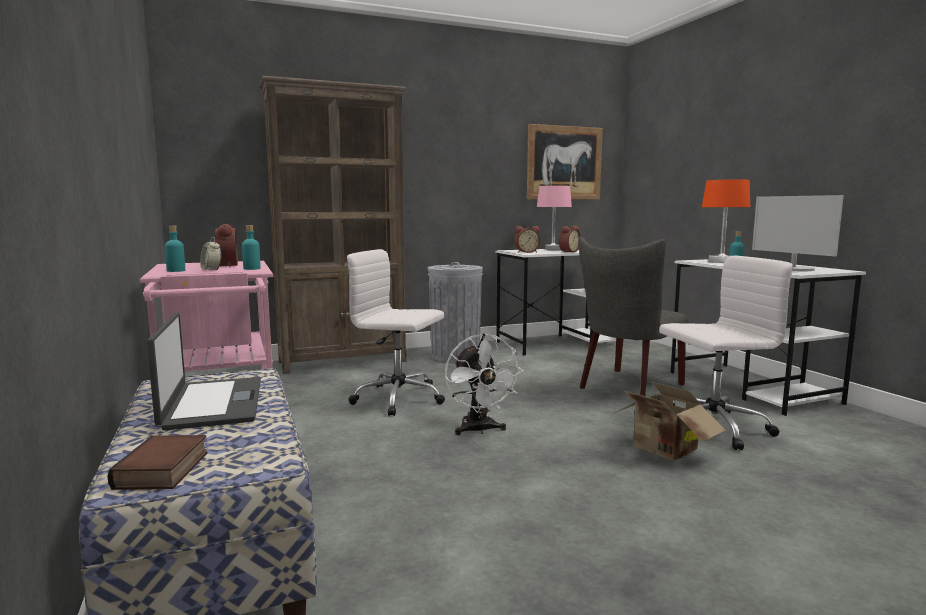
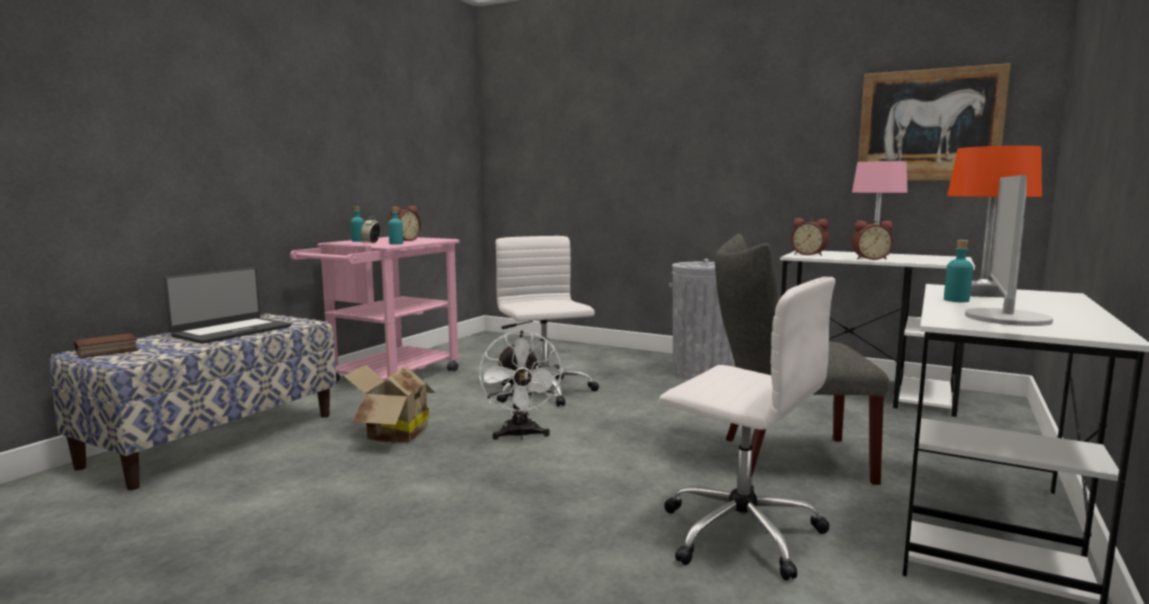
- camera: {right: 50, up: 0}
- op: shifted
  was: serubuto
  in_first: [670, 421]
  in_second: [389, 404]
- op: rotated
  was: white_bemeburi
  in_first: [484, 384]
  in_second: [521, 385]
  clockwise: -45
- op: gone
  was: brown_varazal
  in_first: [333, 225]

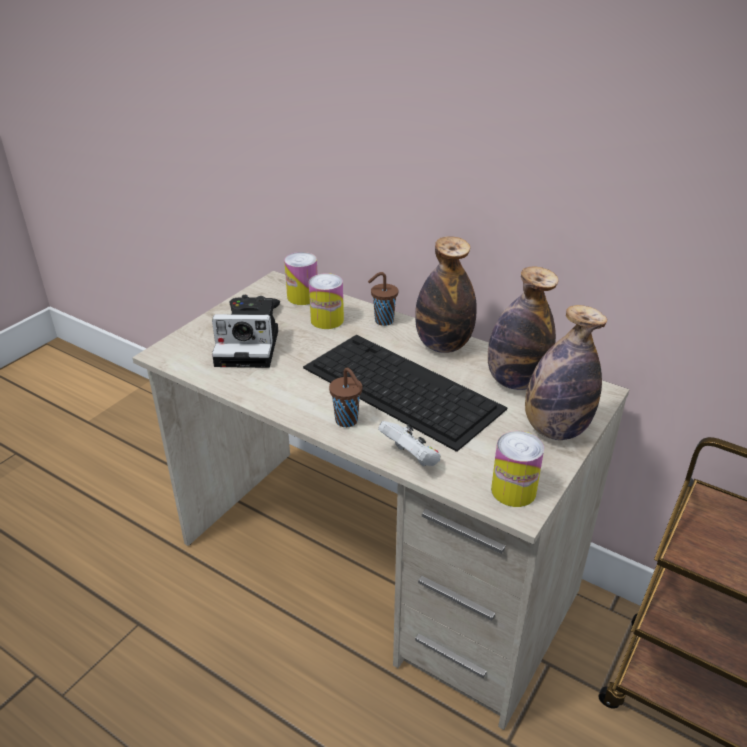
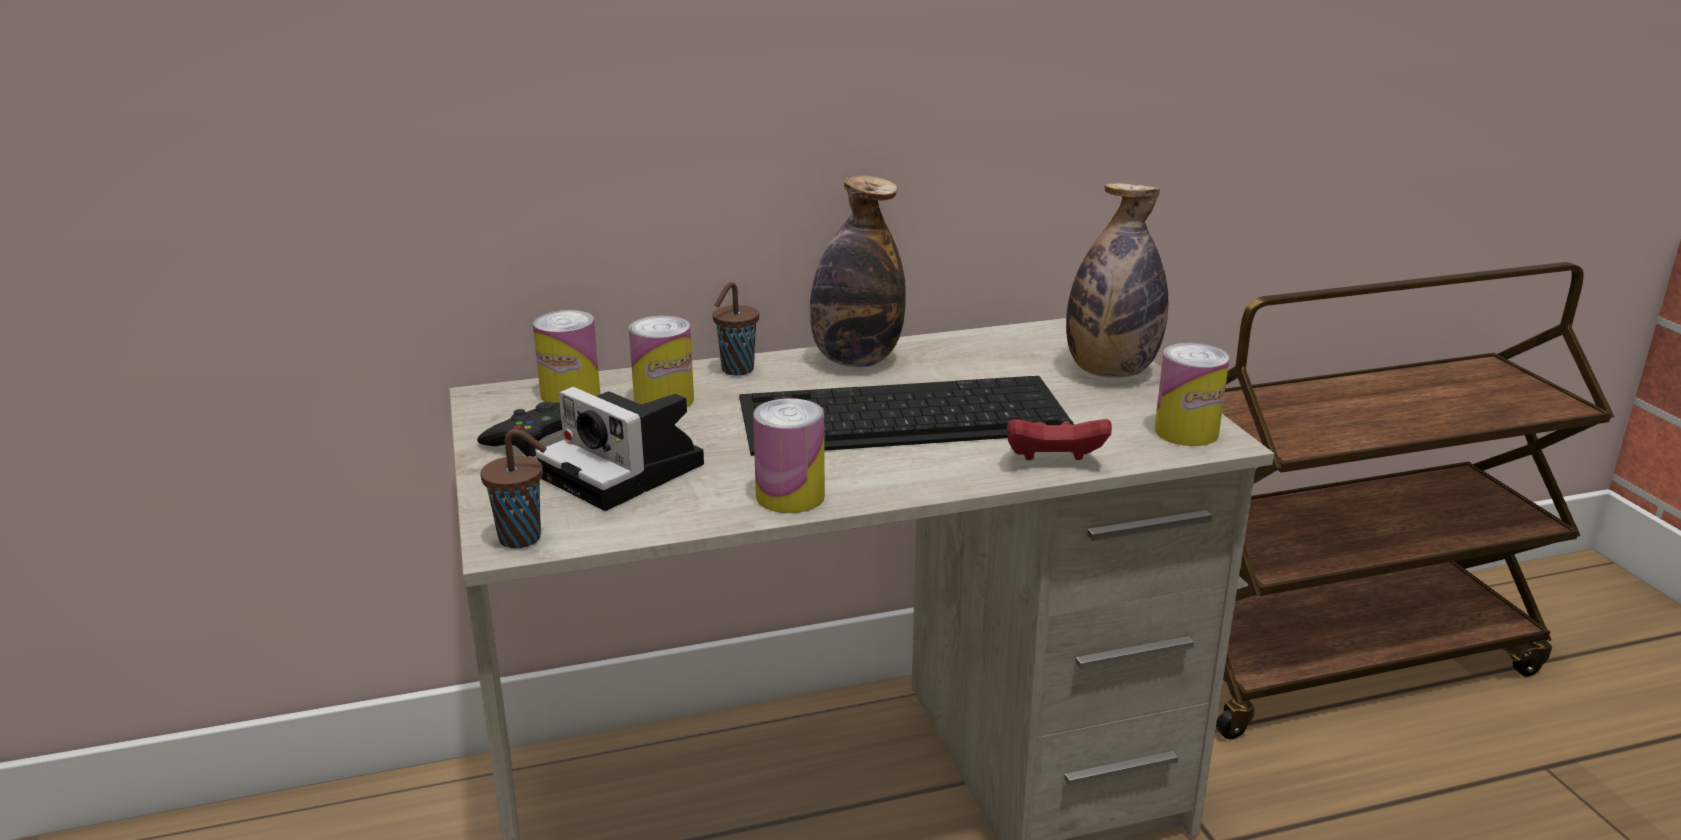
- camera: {right: -50, up: -10}
- op: shifted
  was: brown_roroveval
  in_first: [345, 397]
  in_second: [513, 488]
- op: rotated
  was: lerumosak
  in_first: [245, 334]
  in_second: [620, 449]
  clockwise: 90
- op: new
  now: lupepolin
  in_second: [789, 455]
- op: repainted
  was: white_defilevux
  now: red_defilevux
  in_first: [409, 444]
  in_second: [1059, 439]
- op: gone
  was: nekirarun
  in_first: [523, 328]

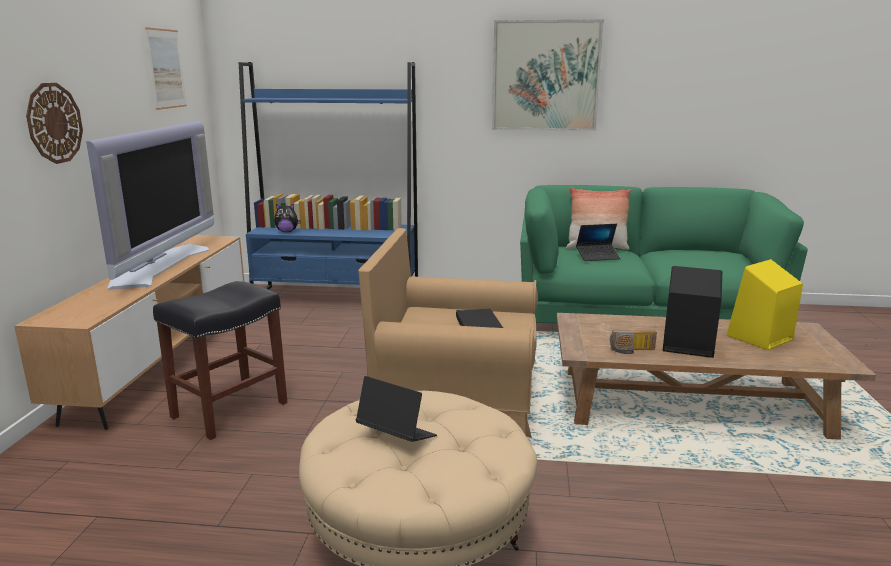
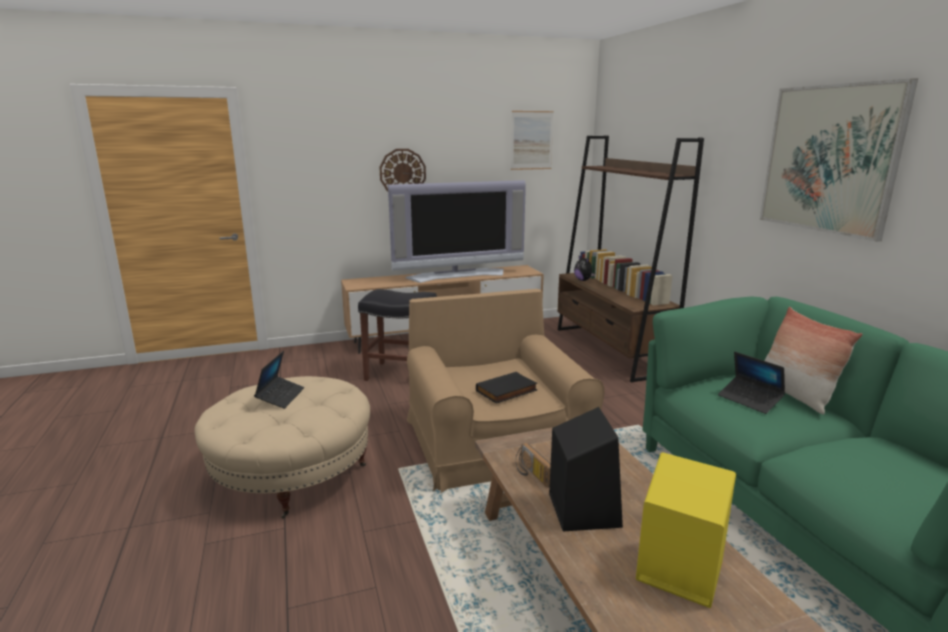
- camera: {right: 65, up: 0}
- op: repainted
  was: blue_varazal
  now: brown_varazal
  in_first: [328, 176]
  in_second: [630, 258]

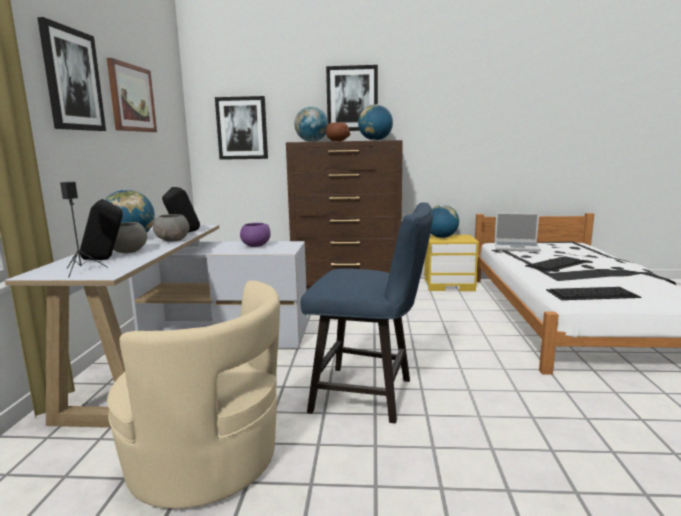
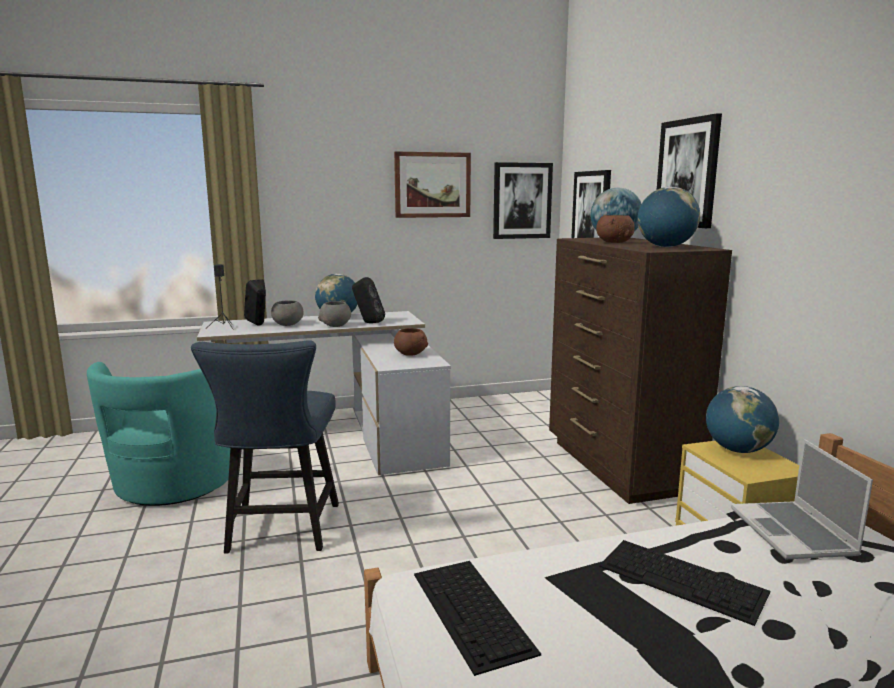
- camera: {right: 70, up: 0}
- op: repainted
  was: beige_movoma
  now: turquoise_movoma
  in_first: [193, 395]
  in_second: [158, 434]
- op: repainted
  was: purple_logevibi
  now: brown_logevibi
  in_first: [255, 235]
  in_second: [411, 342]
- op: shifted
  was: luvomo
  in_first: [71, 74]
  in_second: [523, 200]

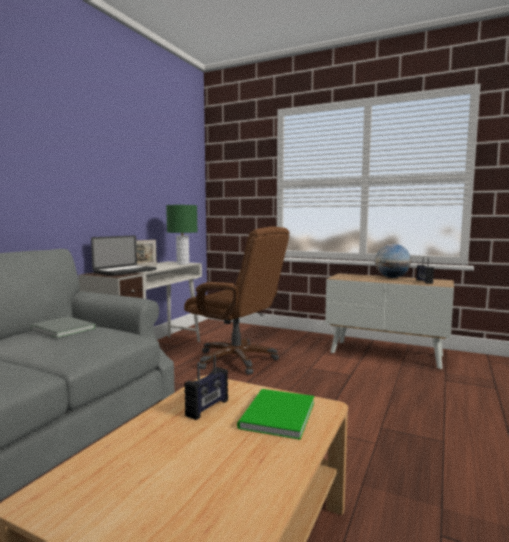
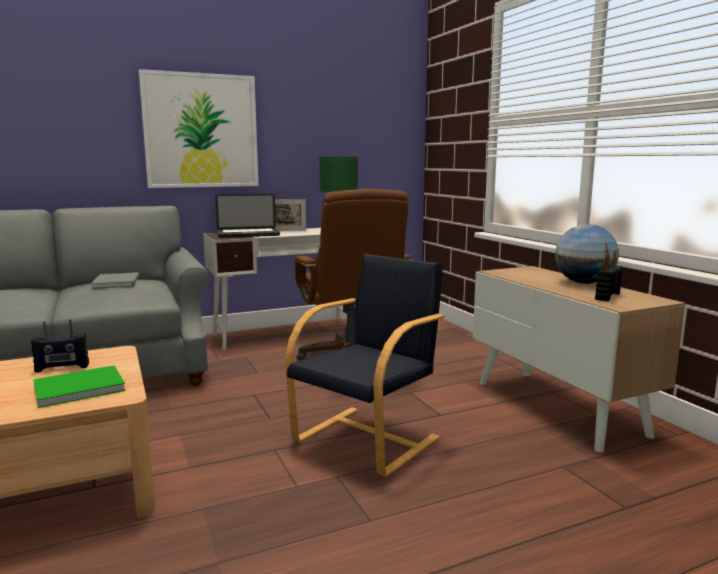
- camera: {right: 40, up: 5}
- op: new
  now: luvomo
  in_second: [198, 128]
- op: new
  now: black_movoma
  in_second: [365, 365]

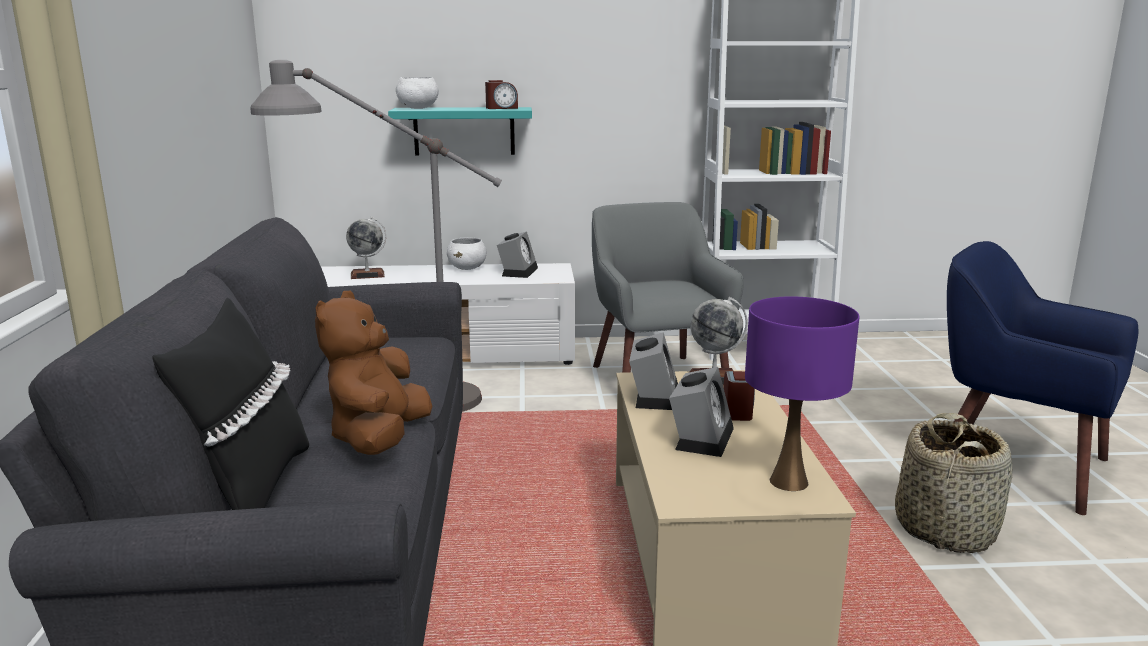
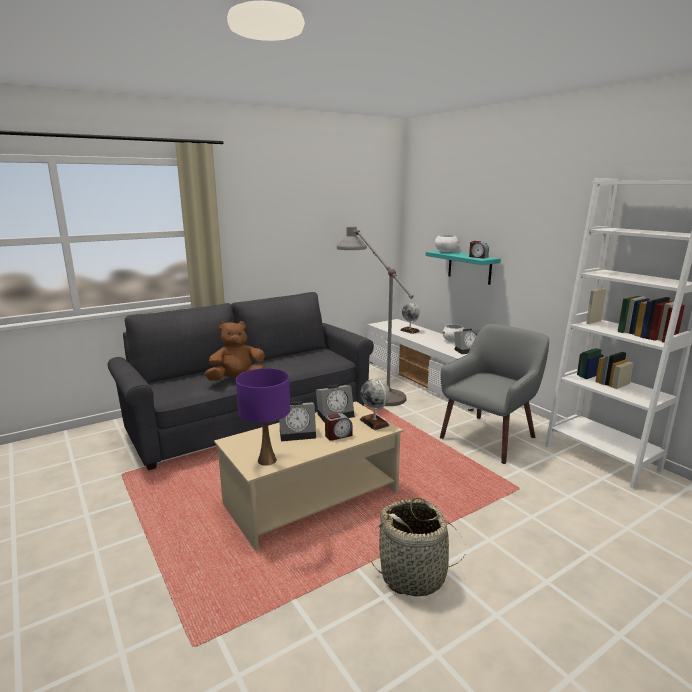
- camera: {right: 60, up: 0}
- op: gone
  was: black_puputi
  in_first: [231, 404]
- op: gone
  was: blue_movoma
  in_first: [1042, 378]

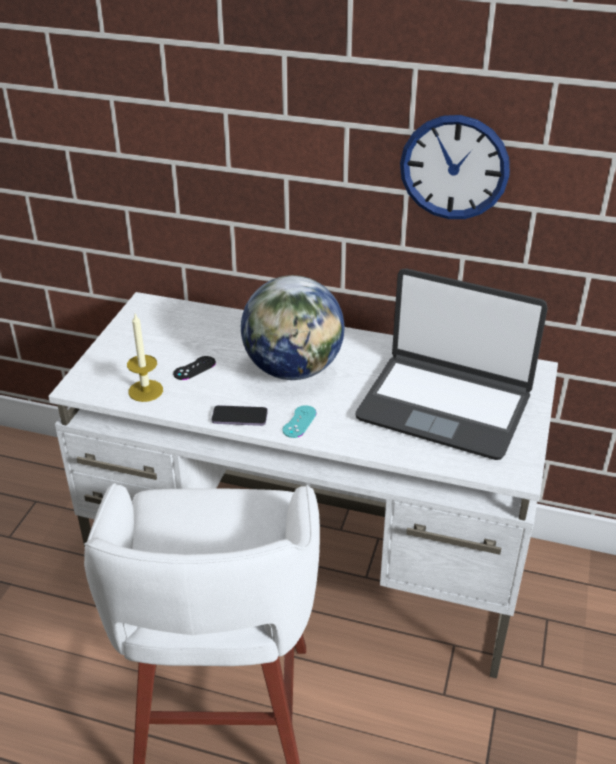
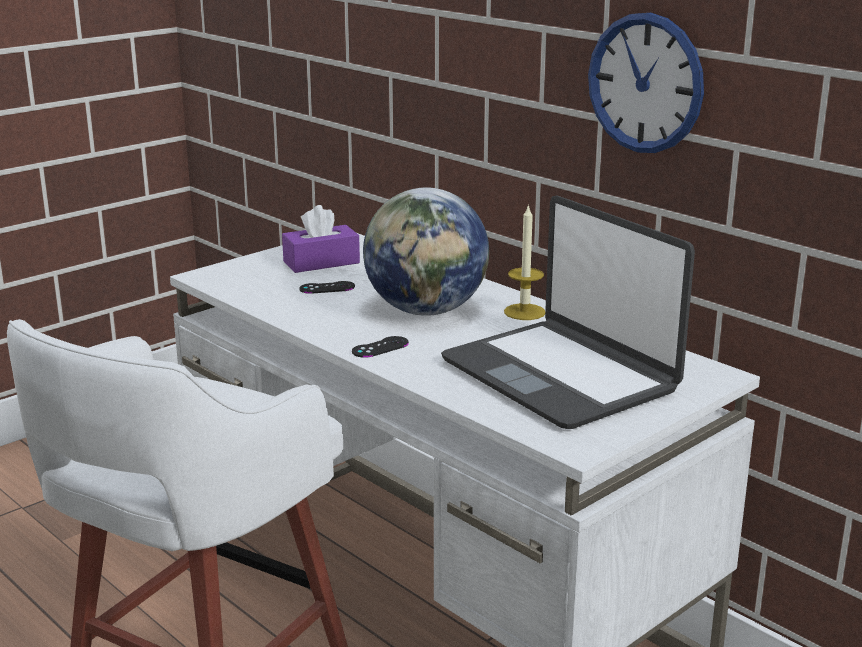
- camera: {right: 30, up: -15}
- op: new
  now: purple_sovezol
  in_second: [321, 239]
- op: repainted
  was: turquoise_defilevux
  now: black_defilevux
  in_first: [300, 421]
  in_second: [380, 347]
- op: shifted
  was: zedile
  in_first: [145, 358]
  in_second: [524, 262]
- op: gone
  was: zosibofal
  in_first: [239, 415]

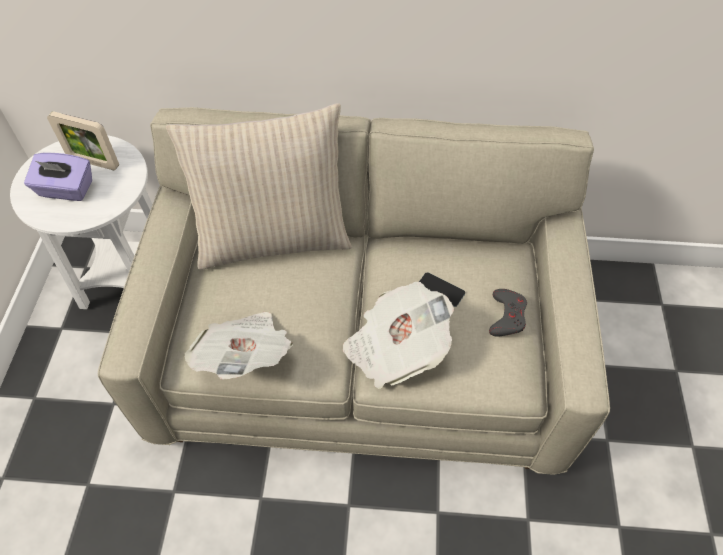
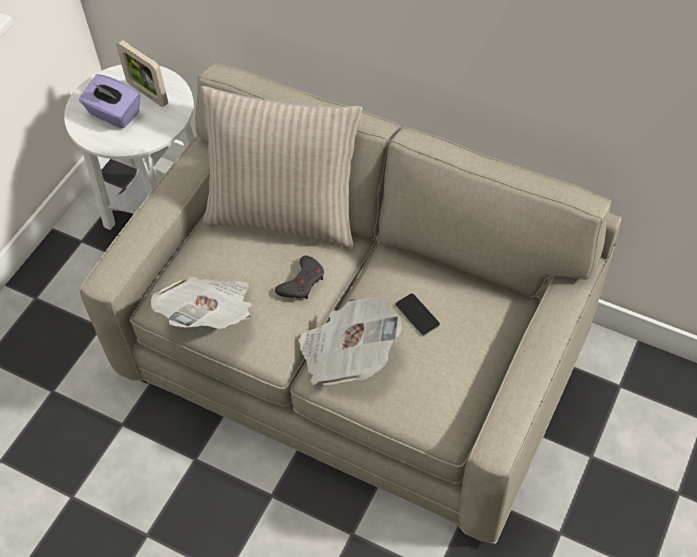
- camera: {right: 25, up: 0}
- op: shifted
  was: grey_defilevux
  in_first: [508, 313]
  in_second: [299, 277]

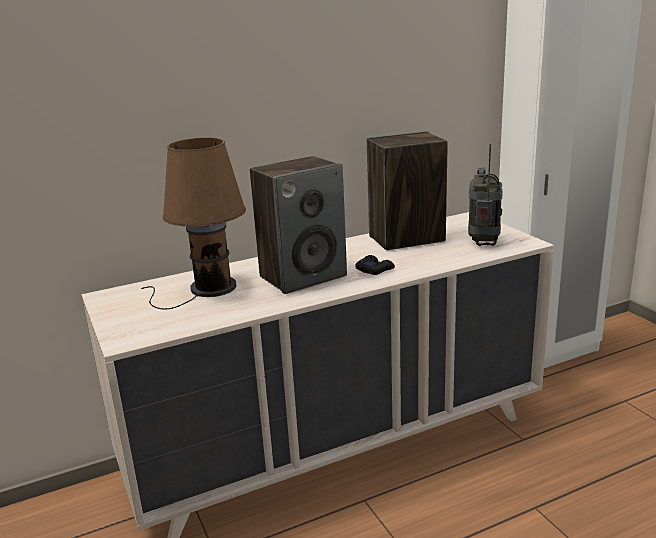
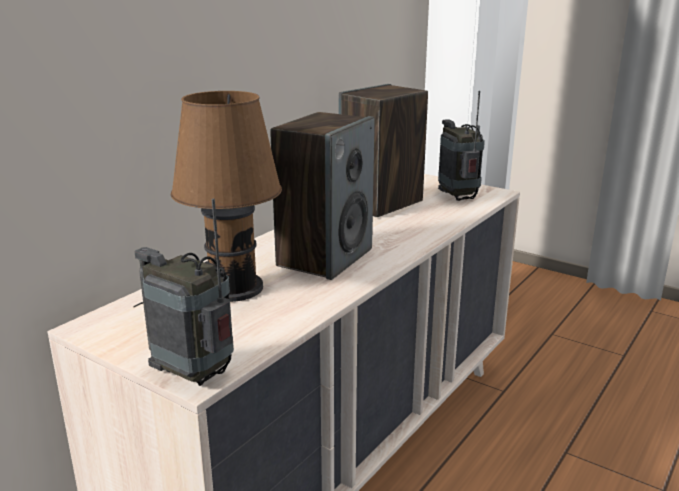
- camera: {right: -30, up: 0}
- op: new
  now: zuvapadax
  in_second: [184, 292]
- op: gone
  was: black_defilevux
  in_first: [375, 265]

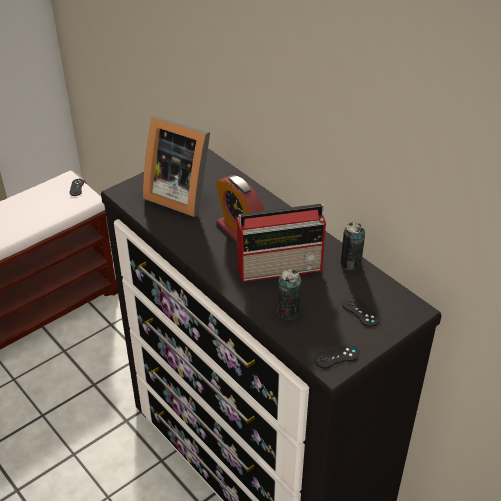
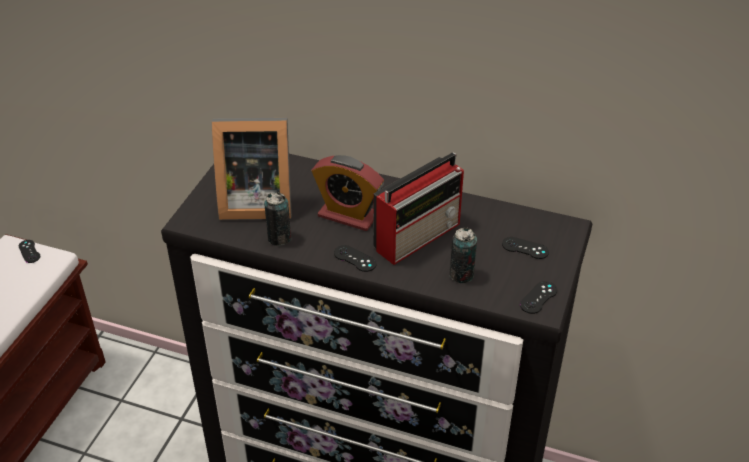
- camera: {right: -30, up: 0}
- op: shifted
  was: lupepolin
  in_first: [353, 246]
  in_second: [277, 219]
- op: new
  now: black_defilevux
  in_second: [355, 258]

